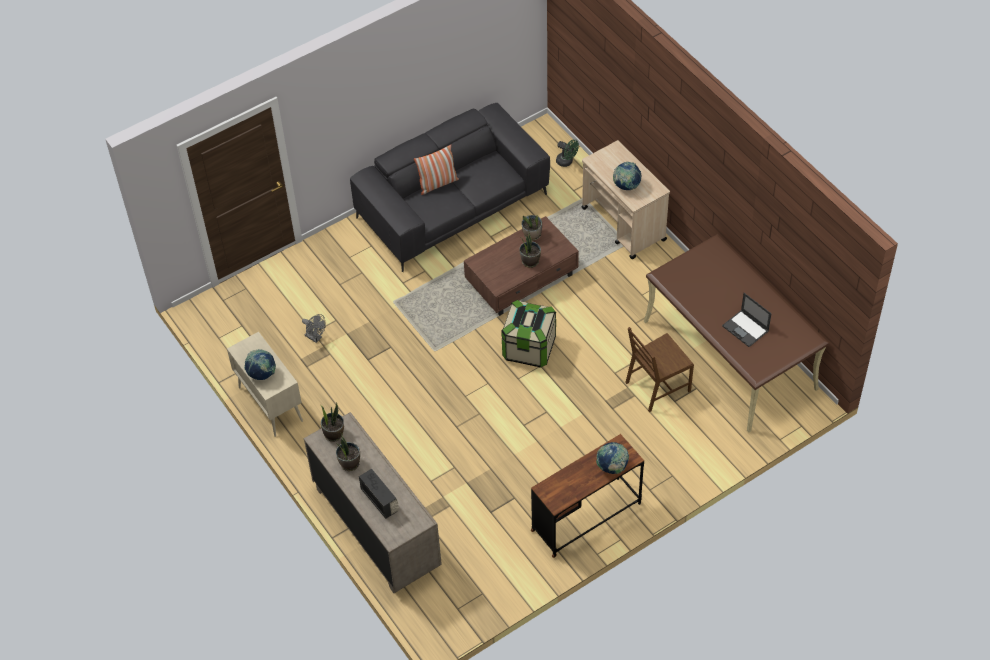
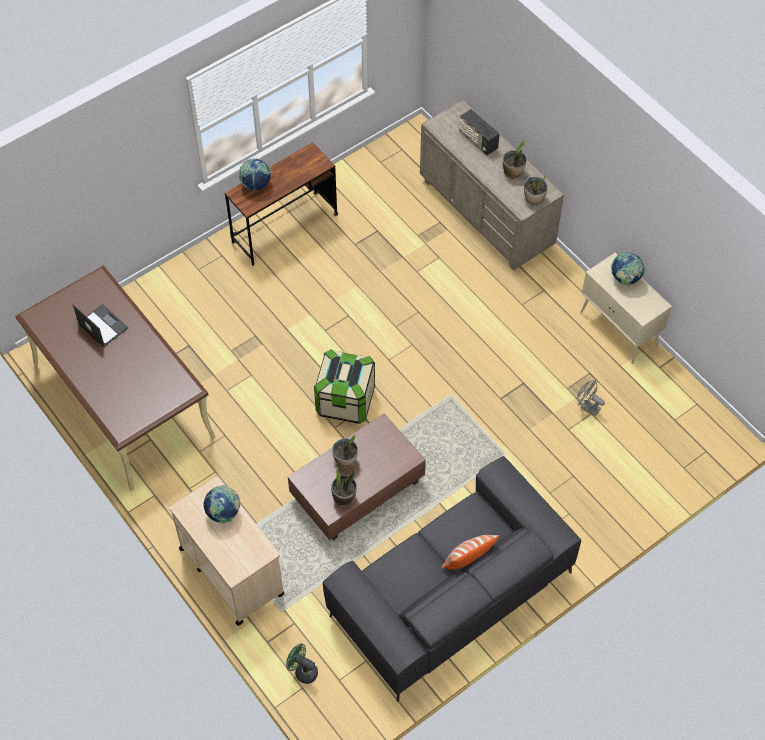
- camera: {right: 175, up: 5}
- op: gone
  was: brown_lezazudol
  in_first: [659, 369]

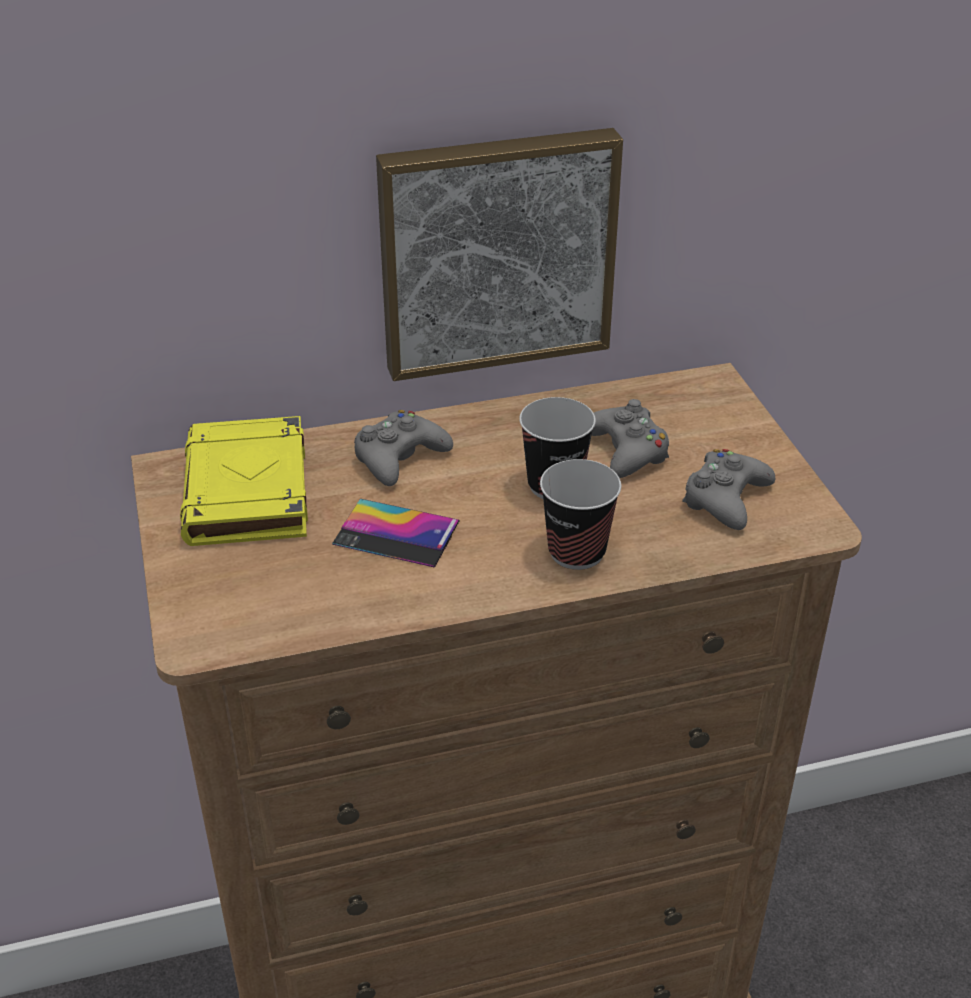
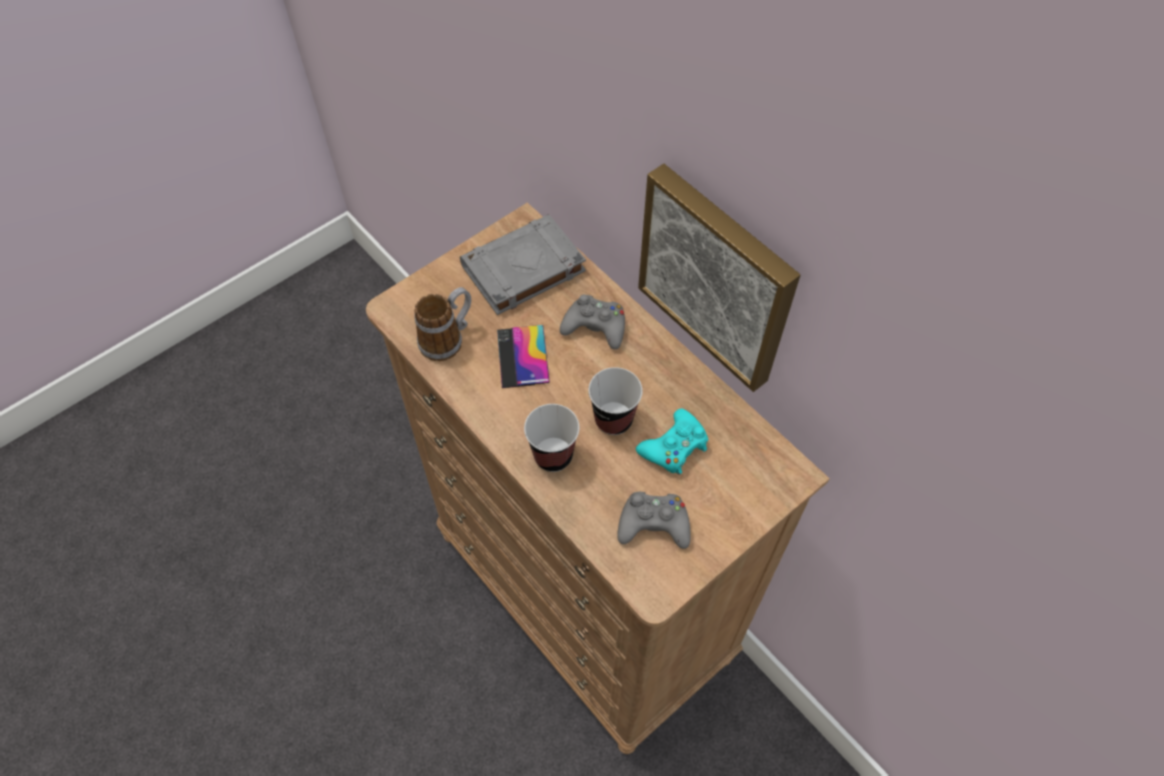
- camera: {right: 65, up: 20}
- op: new
  now: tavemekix
  in_second: [442, 324]
- op: repainted
  was: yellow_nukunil
  now: grey_nukunil
  in_first: [244, 481]
  in_second: [523, 264]
- op: repainted
  was: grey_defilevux
  now: turquoise_defilevux
  in_first: [630, 438]
  in_second: [672, 441]

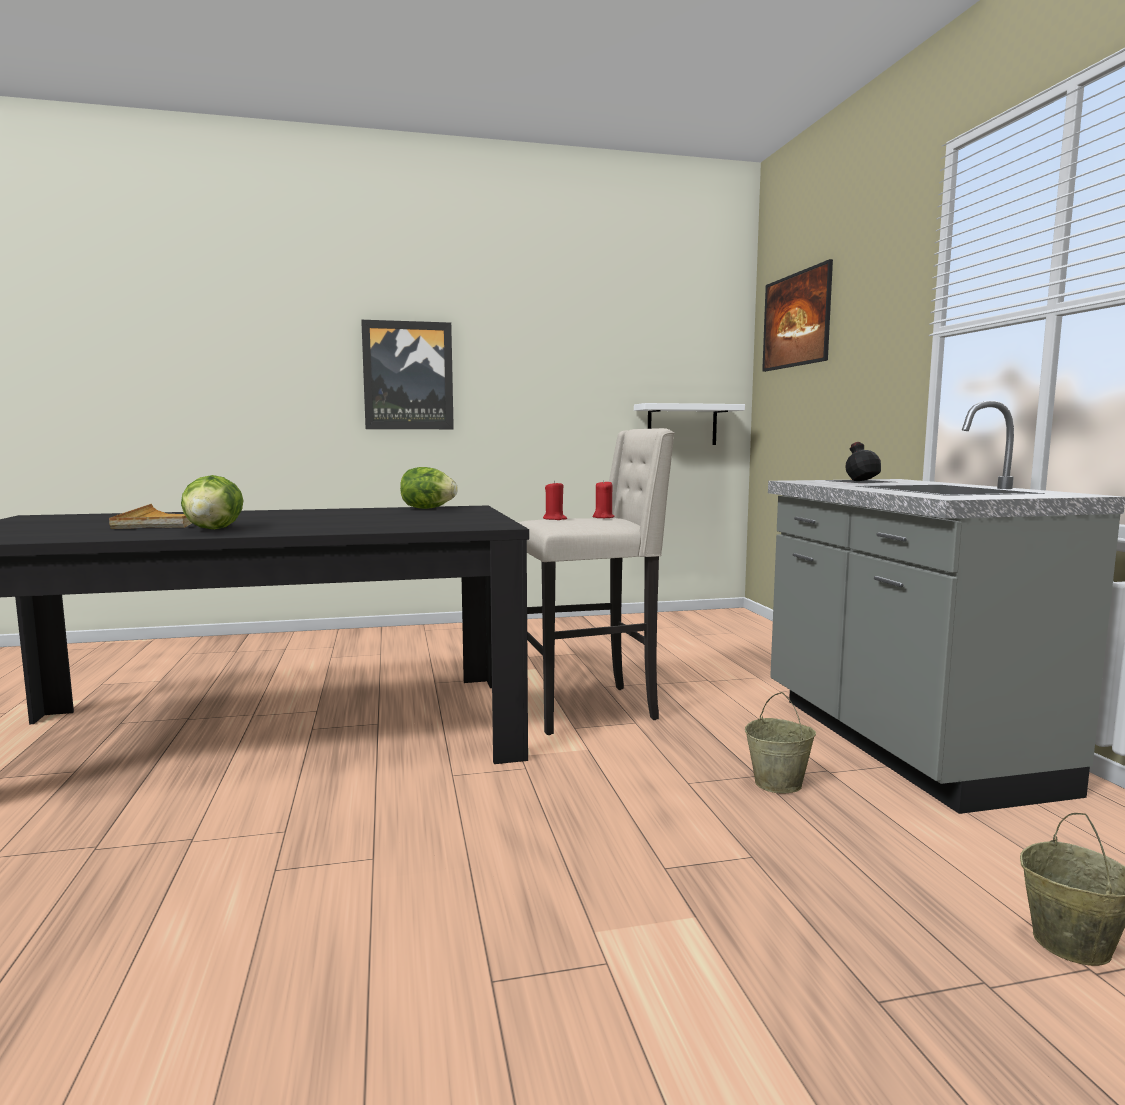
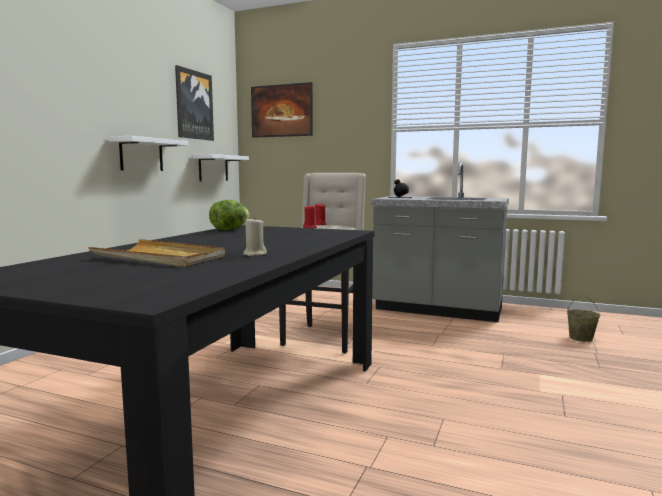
- camera: {right: -55, up: 0}
- op: new
  now: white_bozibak
  in_second: [148, 153]
- op: shifted
  was: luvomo
  in_first: [407, 374]
  in_second: [194, 103]
- op: swapped
  was: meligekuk
  now: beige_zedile
  in_first: [212, 502]
  in_second: [255, 236]
- op: gone
  was: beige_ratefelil
  in_first: [780, 743]

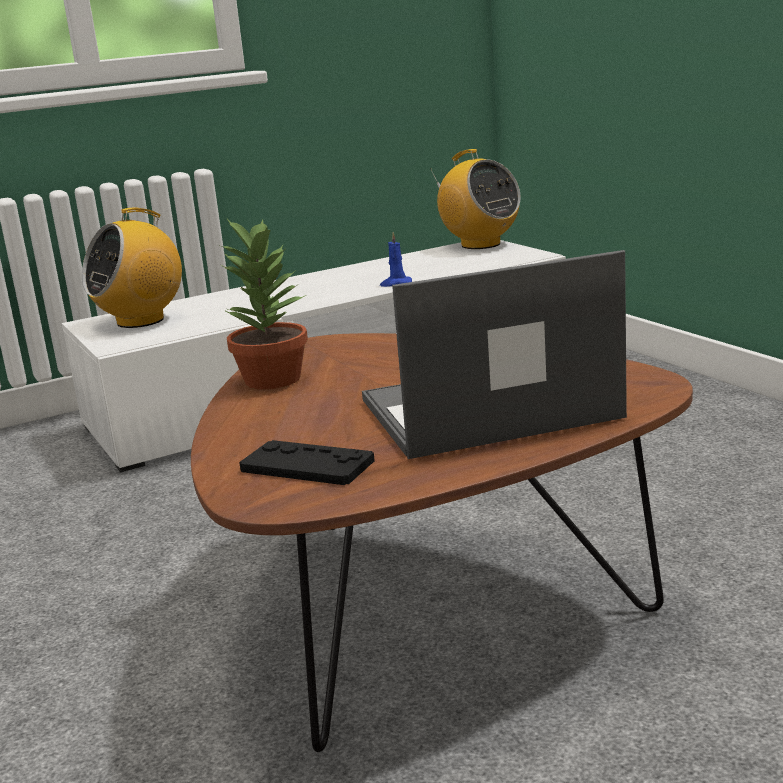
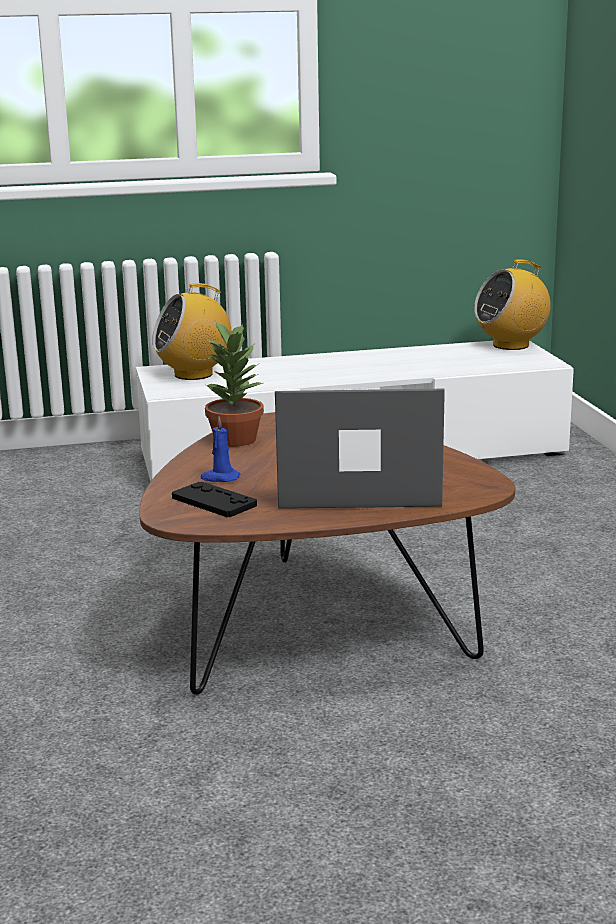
- camera: {right: 15, up: 0}
- op: shifted
  was: blue_zedile
  in_first: [396, 259]
  in_second: [220, 449]
- op: rotated
  was: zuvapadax
  in_first: [475, 199]
  in_second: [512, 304]
  clockwise: 90

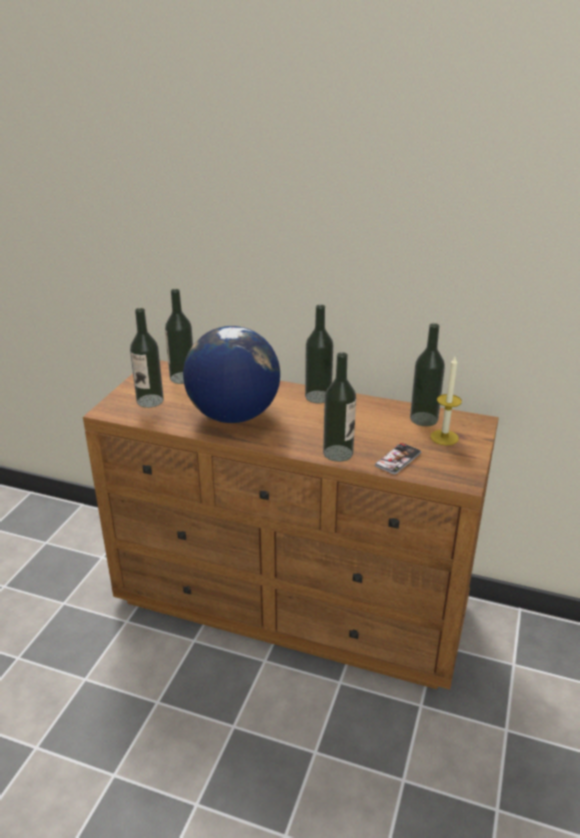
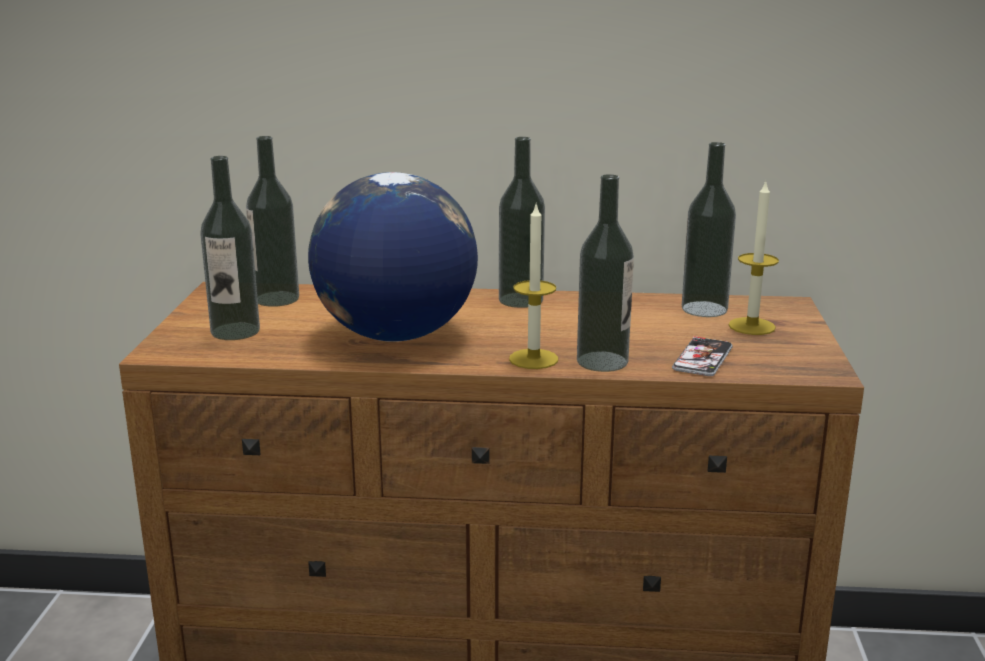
- camera: {right: -15, up: -10}
- op: new
  now: zedile
  in_second: [533, 285]

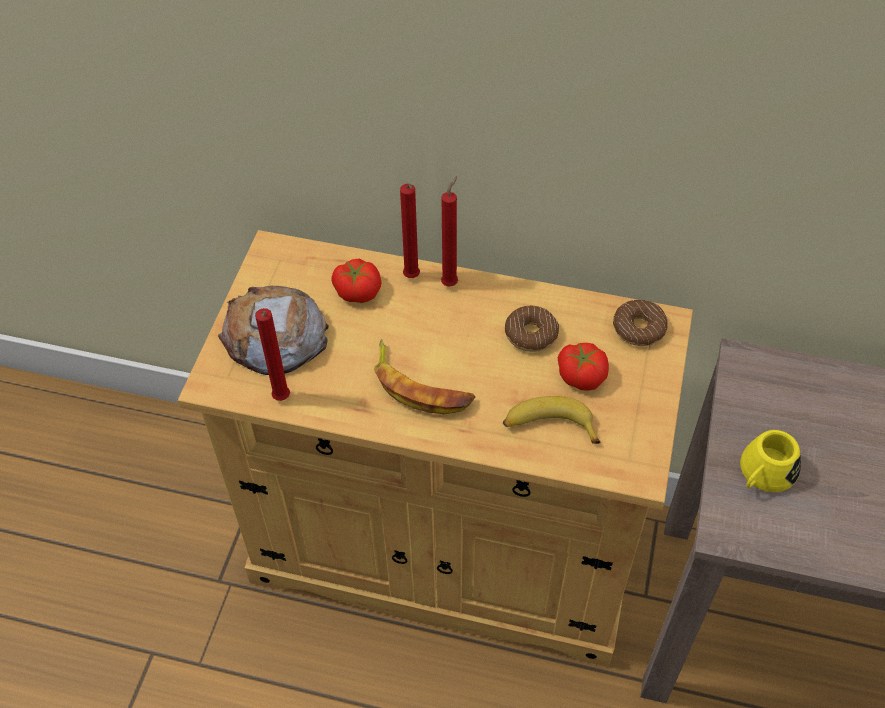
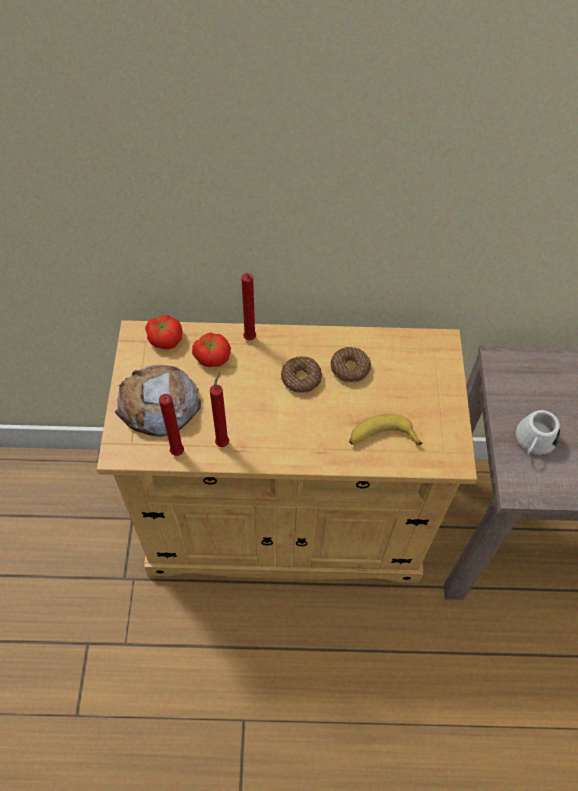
- camera: {right: -15, up: 5}
- op: shifted
  was: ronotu
  in_first: [583, 367]
  in_second: [163, 332]
- op: shifted
  was: red_zedile
  in_first: [449, 231]
  in_second: [219, 409]
- op: shifted
  was: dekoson
  in_first: [640, 323]
  in_second: [301, 374]
- op: repainted
  was: yellow_tavemekix
  now: white_tavemekix
  in_first: [770, 461]
  in_second: [538, 432]
- op: gone
  was: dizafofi
  in_first: [424, 376]

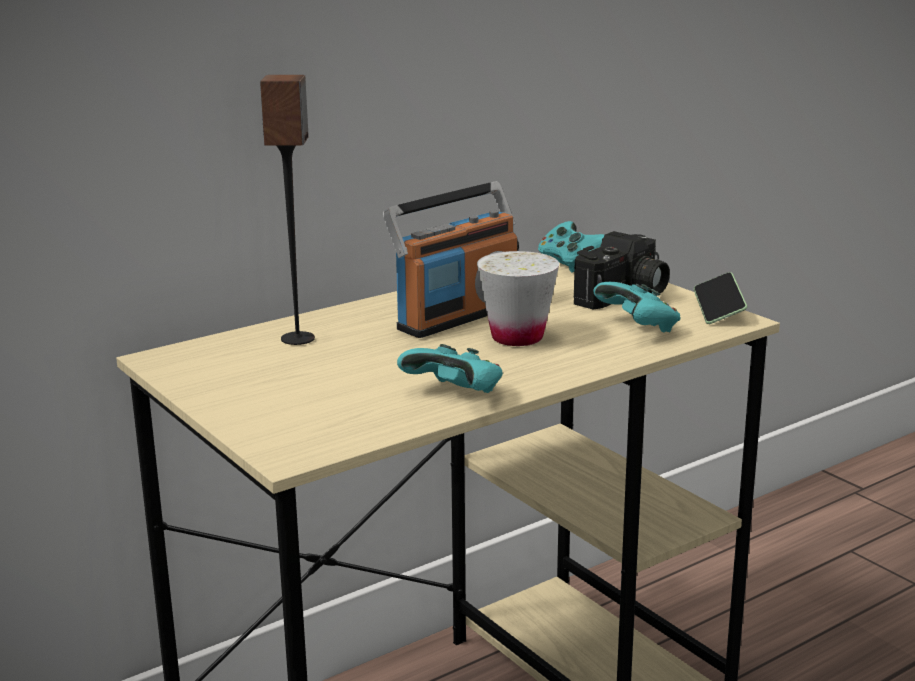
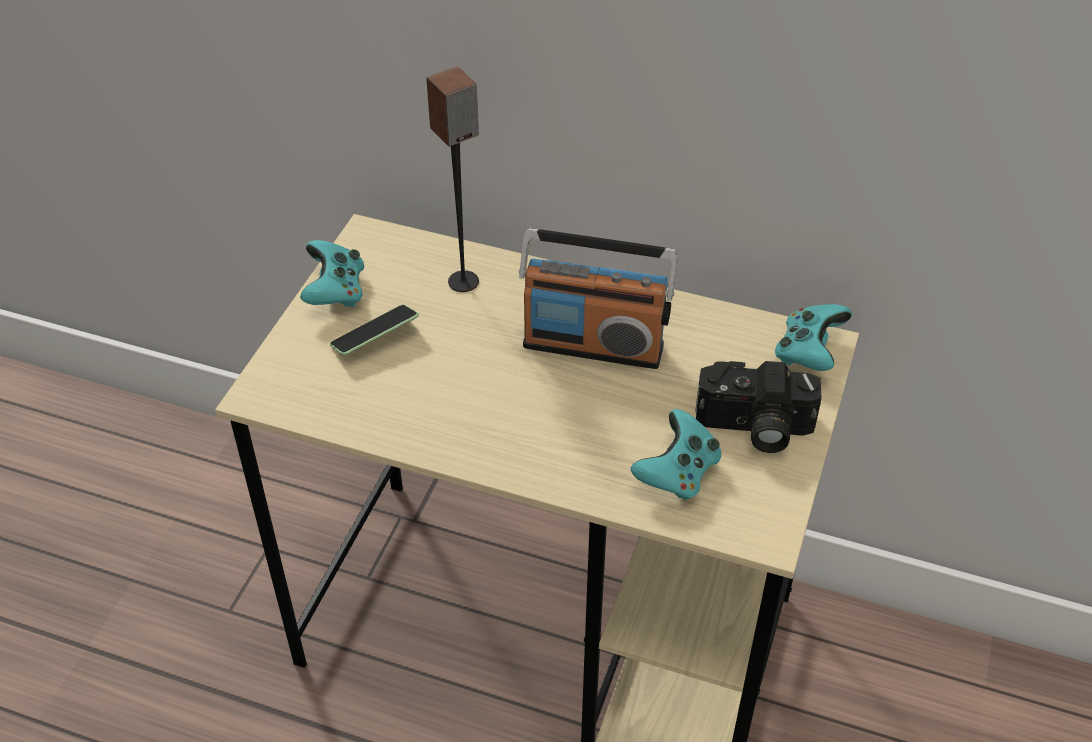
- camera: {right: 55, up: 25}
- op: shifted
  was: turquoise_defilevux
  in_first: [450, 368]
  in_second: [332, 273]
- op: shifted
  was: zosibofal
  in_first: [720, 298]
  in_second: [374, 330]
- op: gone
  was: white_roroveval
  in_first: [518, 298]

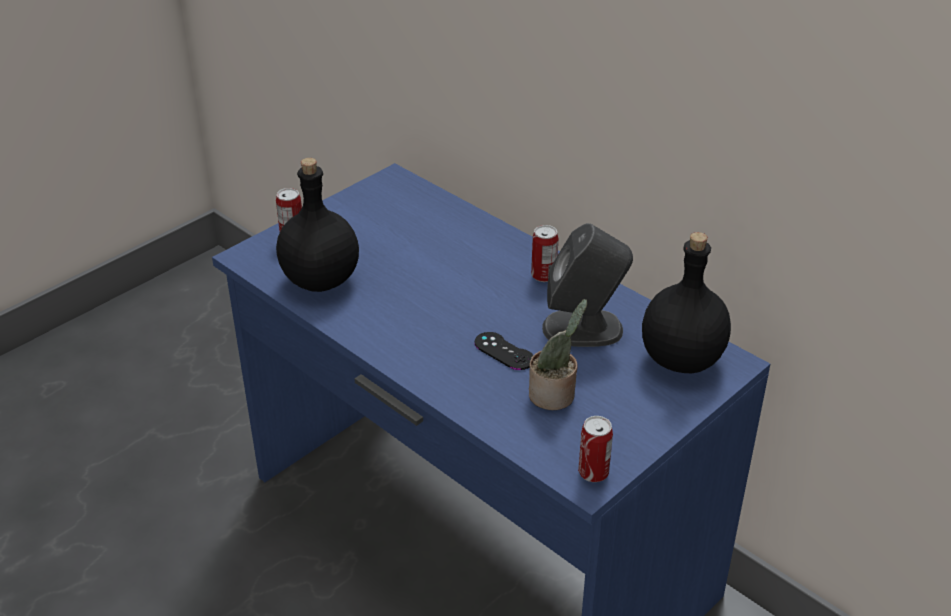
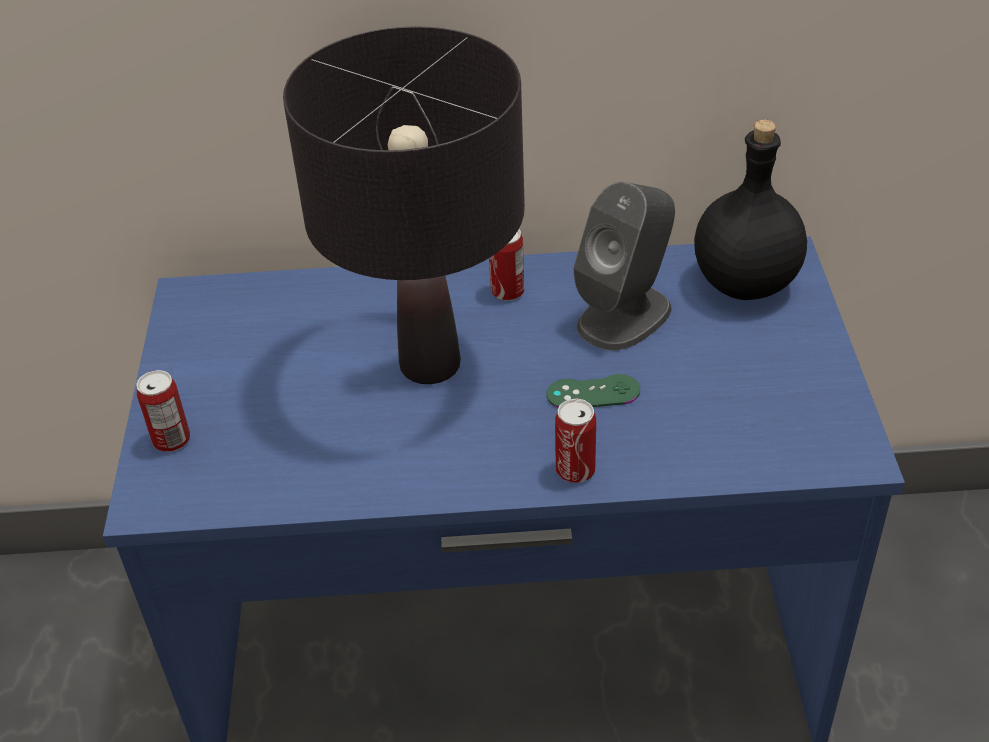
- camera: {right: -45, up: 5}
- op: new
  now: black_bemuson
  in_second: [404, 205]
- op: repainted
  was: black_defilevux
  now: green_defilevux
  in_first: [503, 351]
  in_second: [593, 391]
- op: shifted
  was: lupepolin
  in_first: [595, 449]
  in_second: [575, 440]
- op: gone
  was: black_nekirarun
  in_first: [317, 225]
- op: gone
  was: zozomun
  in_first: [558, 354]

